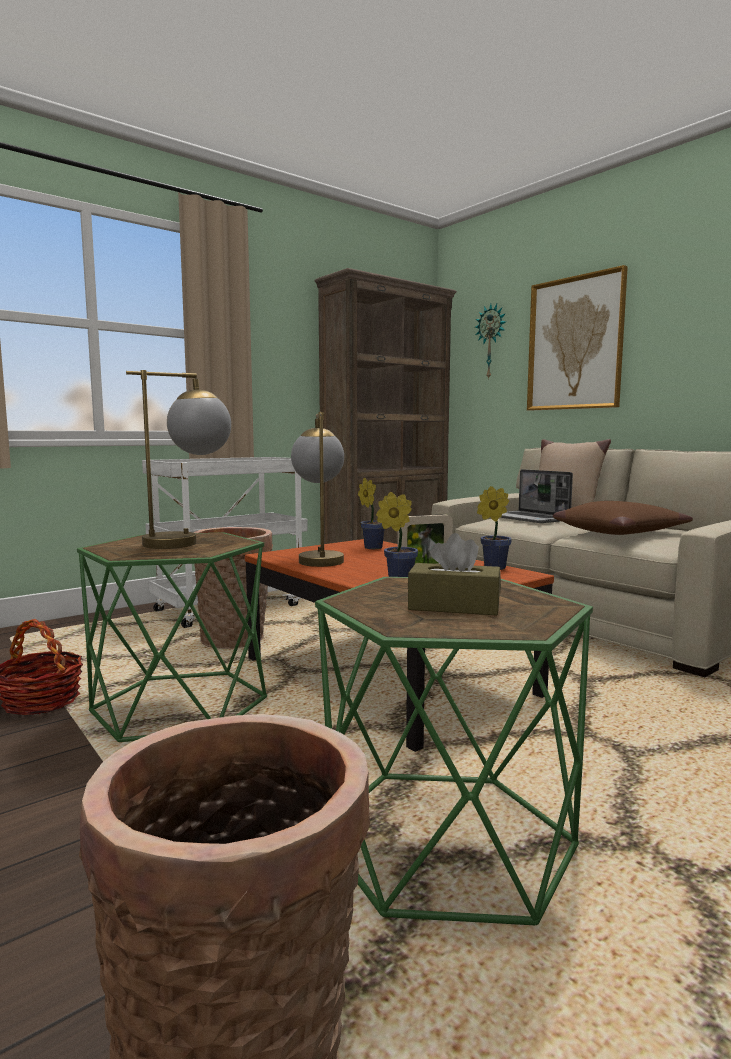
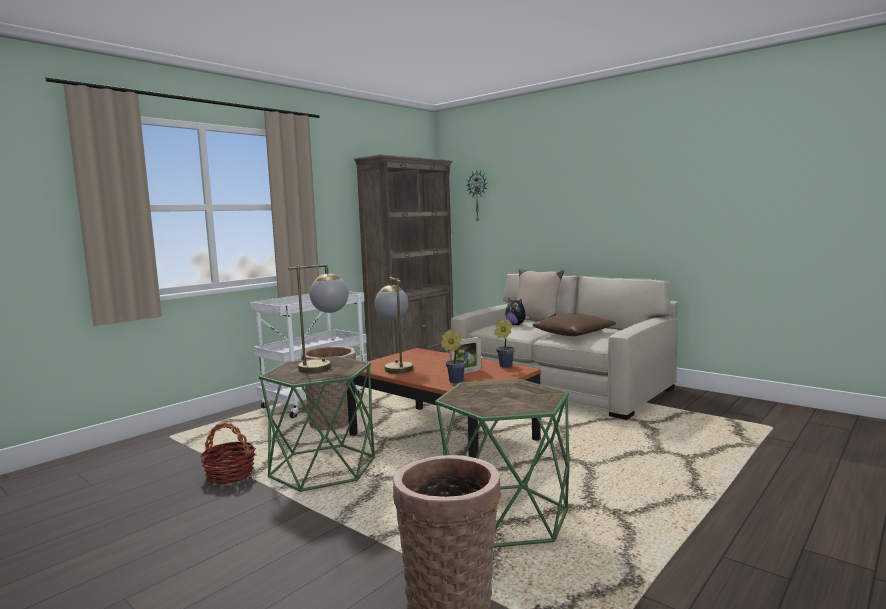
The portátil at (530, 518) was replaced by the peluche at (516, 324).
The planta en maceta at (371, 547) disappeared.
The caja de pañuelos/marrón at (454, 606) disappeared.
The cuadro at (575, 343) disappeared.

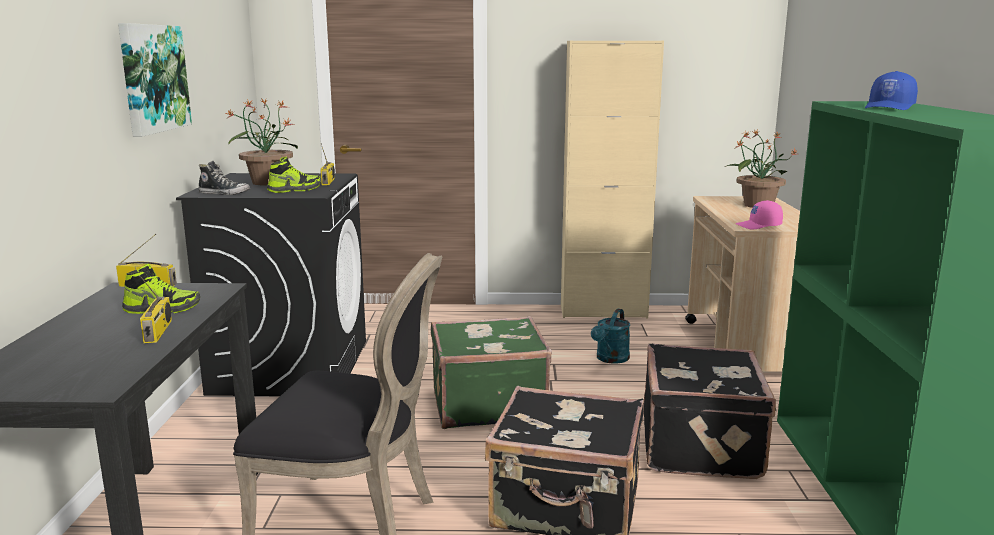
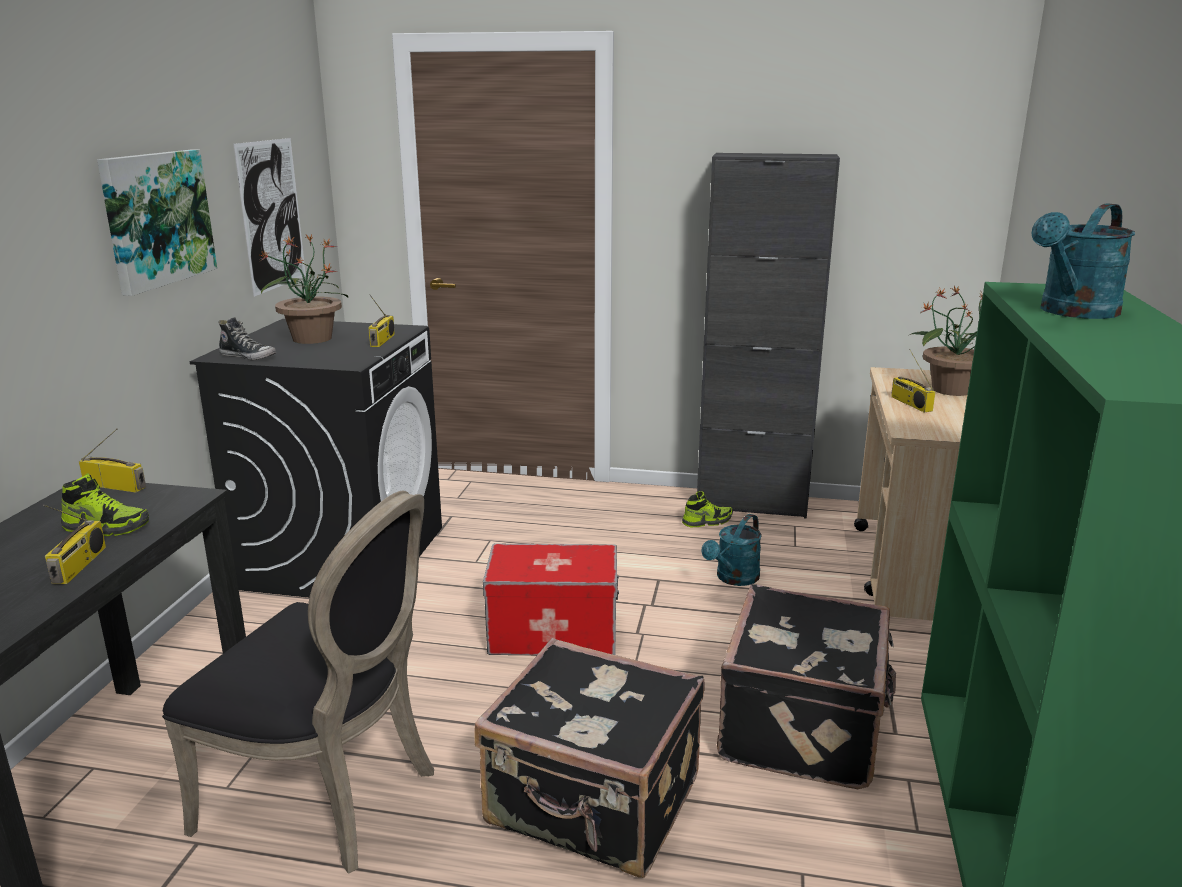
The cuadro at (272, 215) appeared.
The maleta/verde at (487, 404) was replaced by the caja de almacenaje at (552, 634).
The zapato moved from (294, 190) to (707, 521).
The armario/beis at (603, 312) became the armario/negro at (751, 503).
The radio at (910, 403) appeared.
The gorra/azul at (890, 108) was replaced by the regadera/turquesa at (1073, 313).
The gorra/rosa at (759, 226) disappeared.

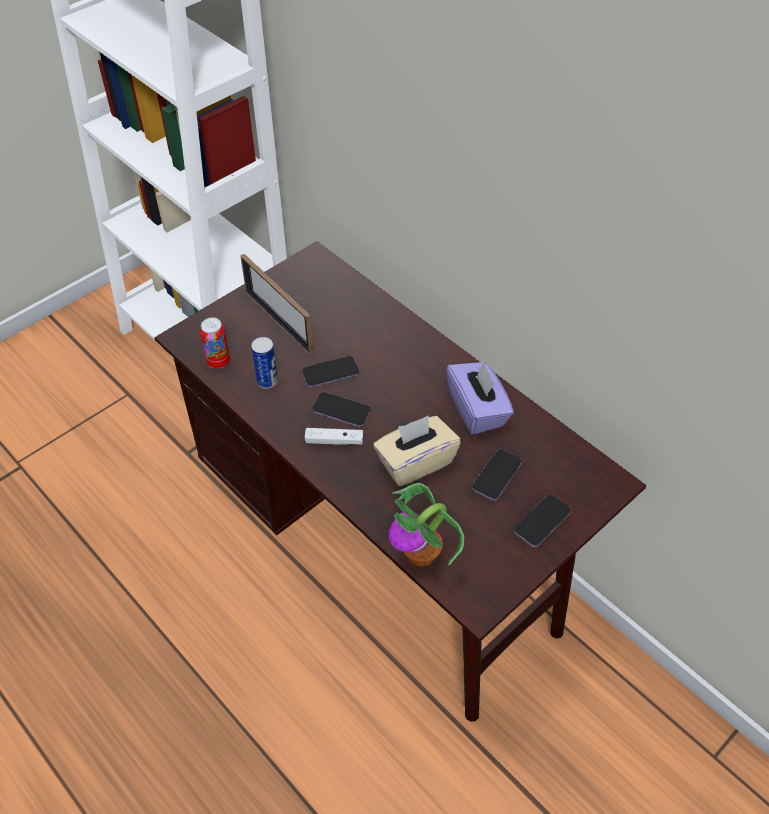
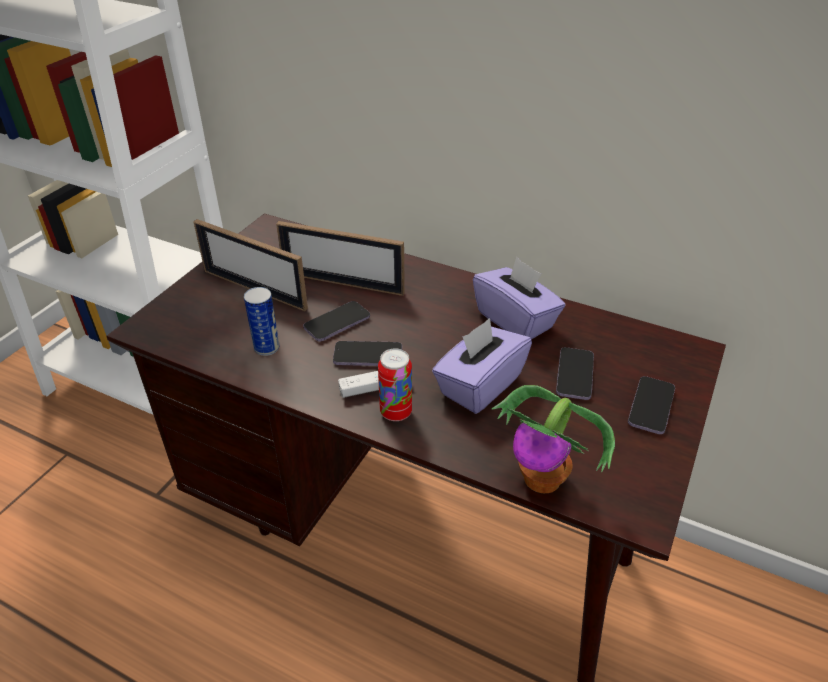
The portarretratos at (343, 283) appeared.
The lata moved from (218, 362) to (396, 412).
The caja de pañuelos/beis at (415, 462) became the caja de pañuelos/morado at (479, 385).

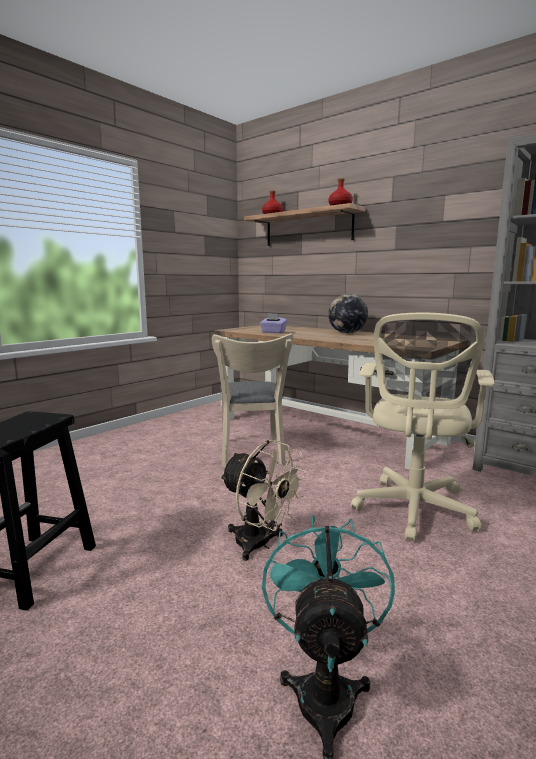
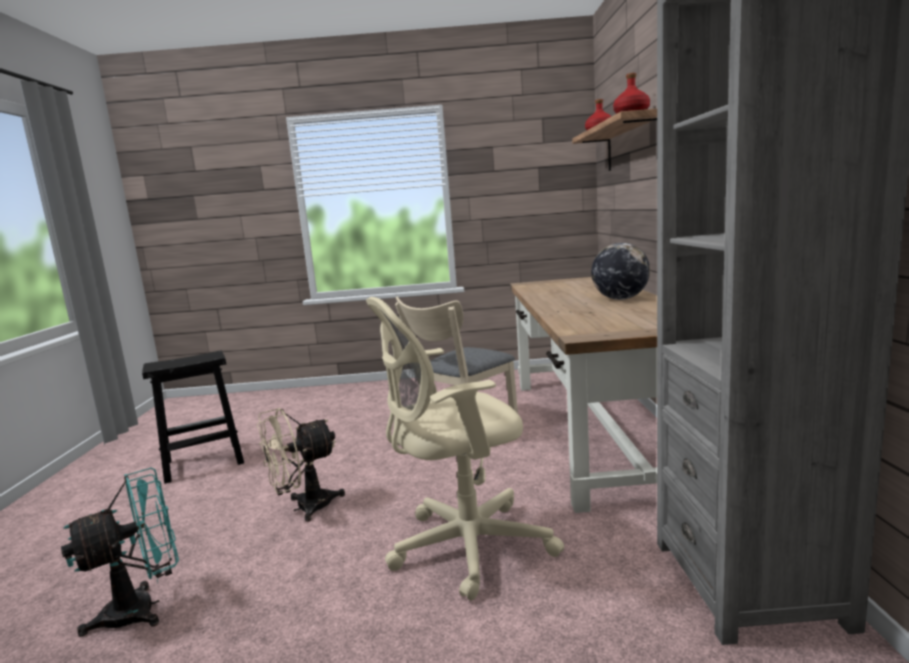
The ventilador/beis at (260, 545) turned 60 degrees clockwise.
The caja de pañuelos/morado at (273, 332) disappeared.

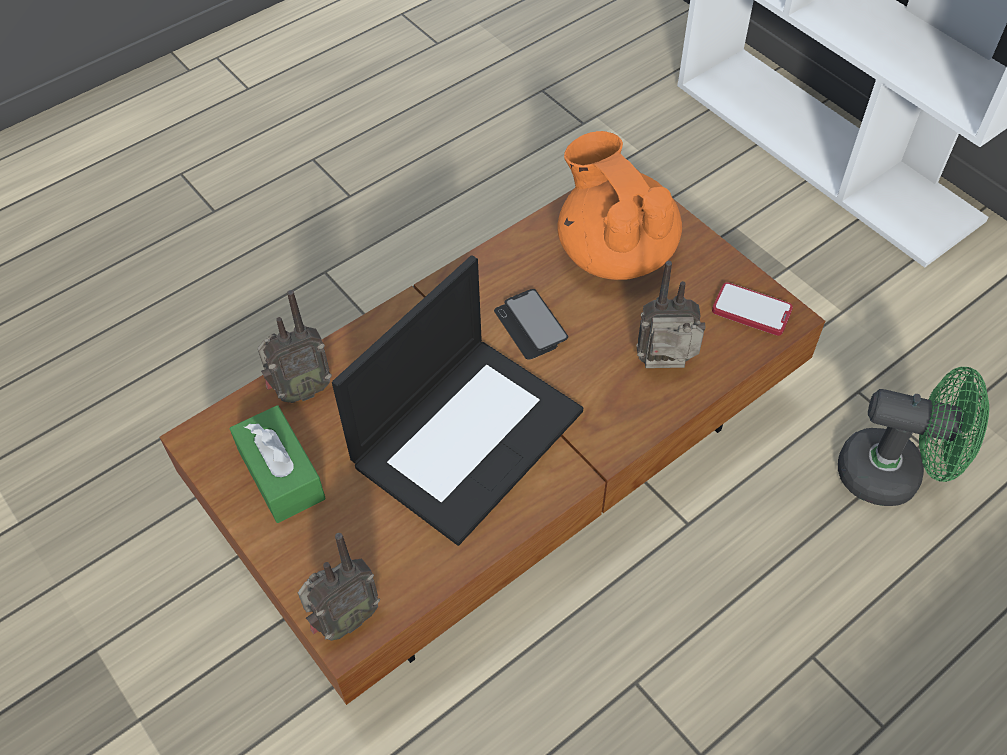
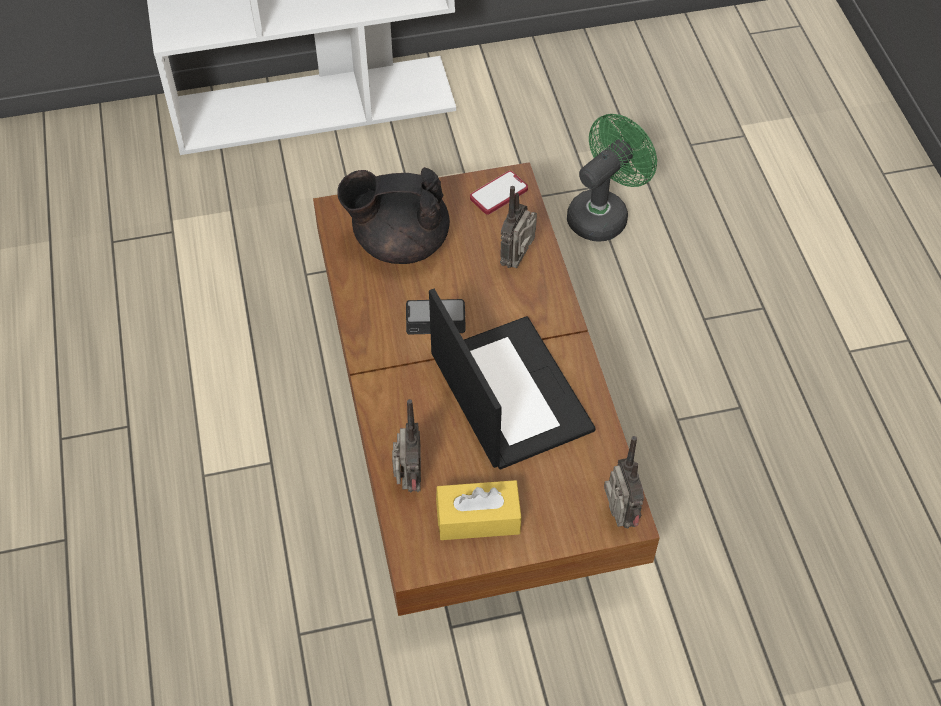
The tetera/naranja at (615, 251) became the tetera/negro at (399, 242).
The caja de pañuelos/verde at (281, 474) became the caja de pañuelos/amarillo at (478, 518).

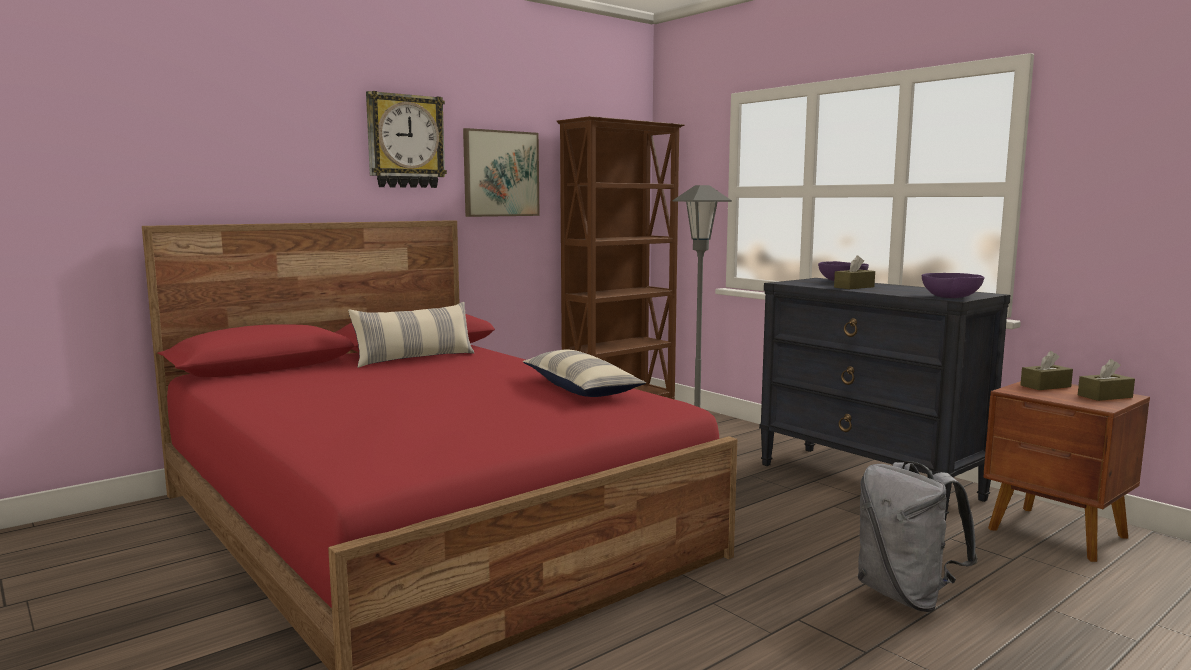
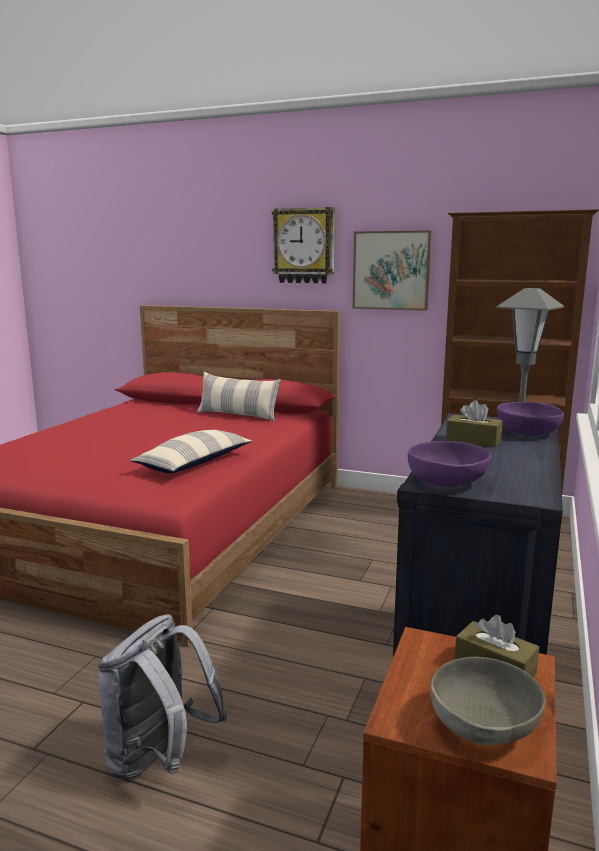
The caja de pañuelos/marrón at (1105, 396) was replaced by the cuenco/gris at (484, 726).

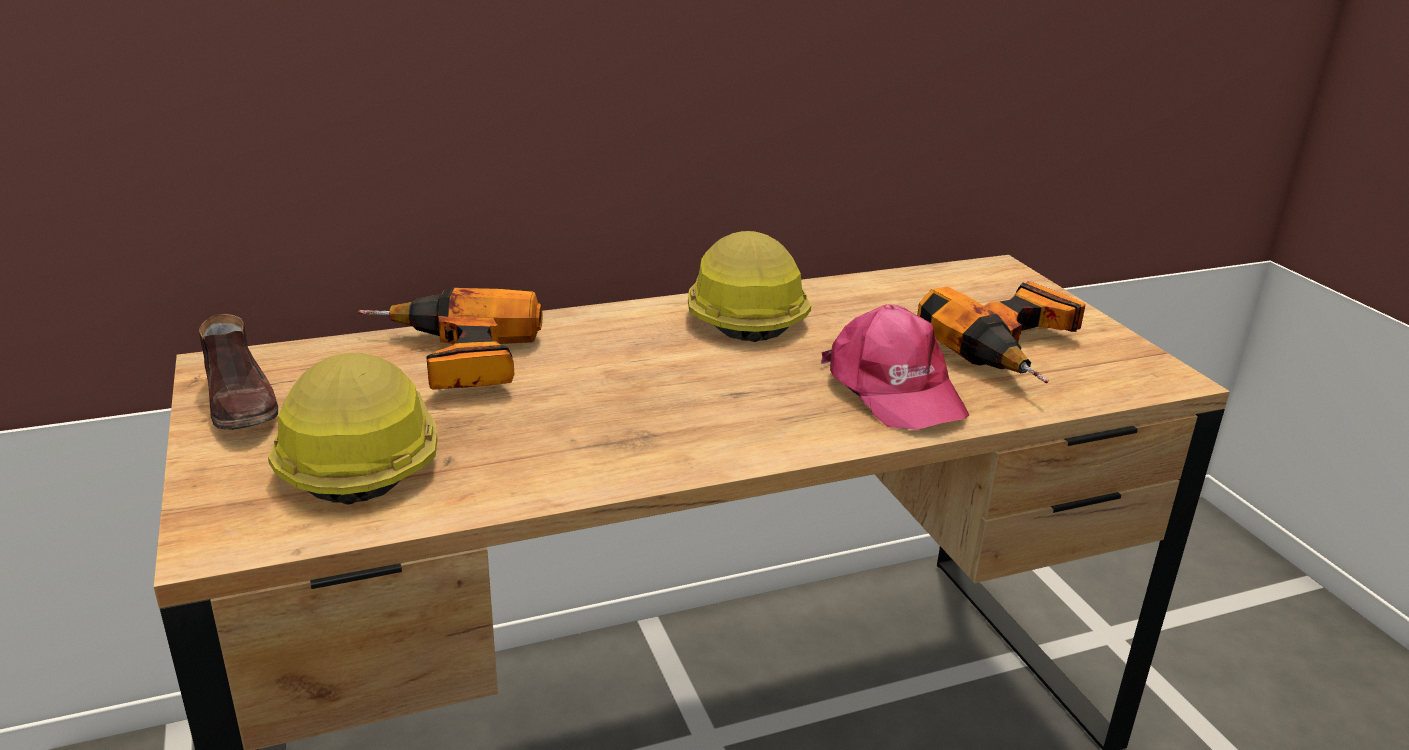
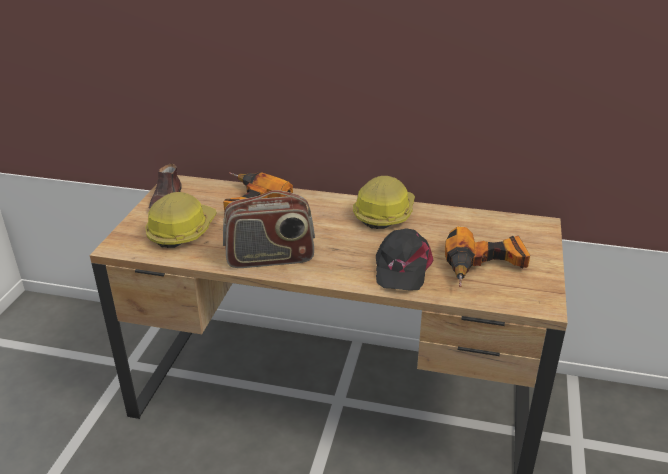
The radio at (270, 258) appeared.
The gorra/rosa at (893, 389) became the gorra/negro at (402, 268).

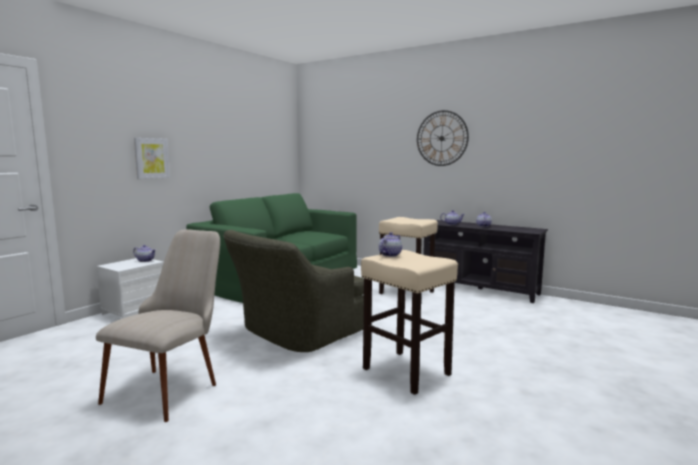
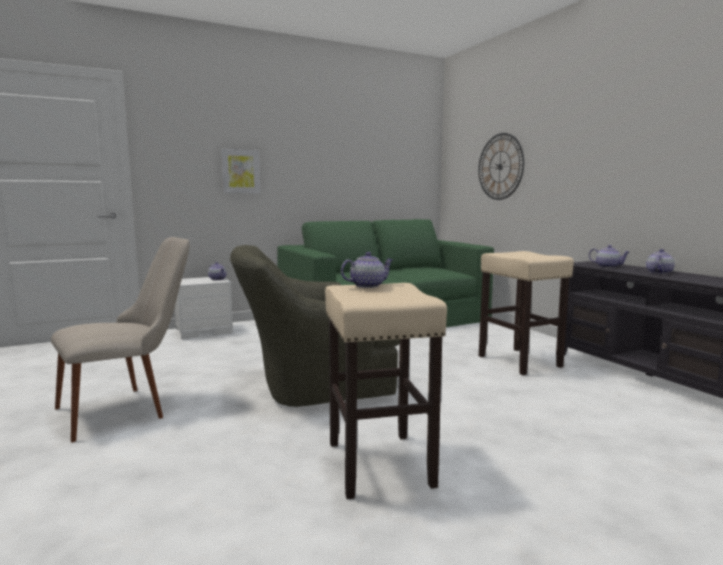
The reloj de pared moved from (441, 138) to (500, 166).

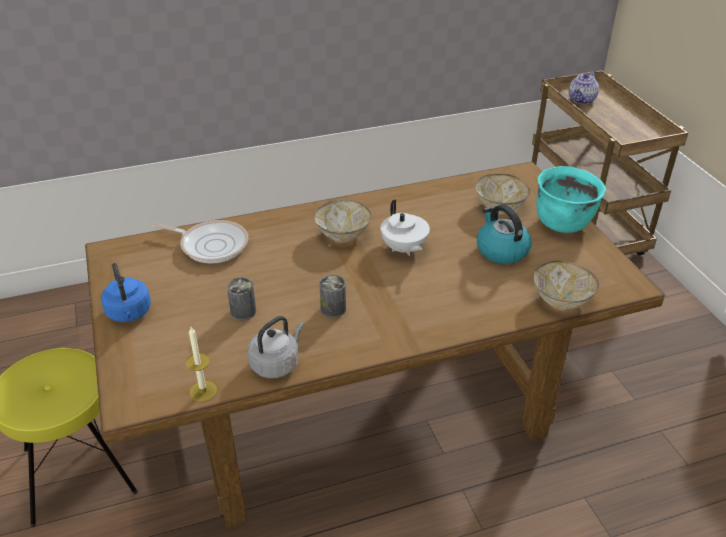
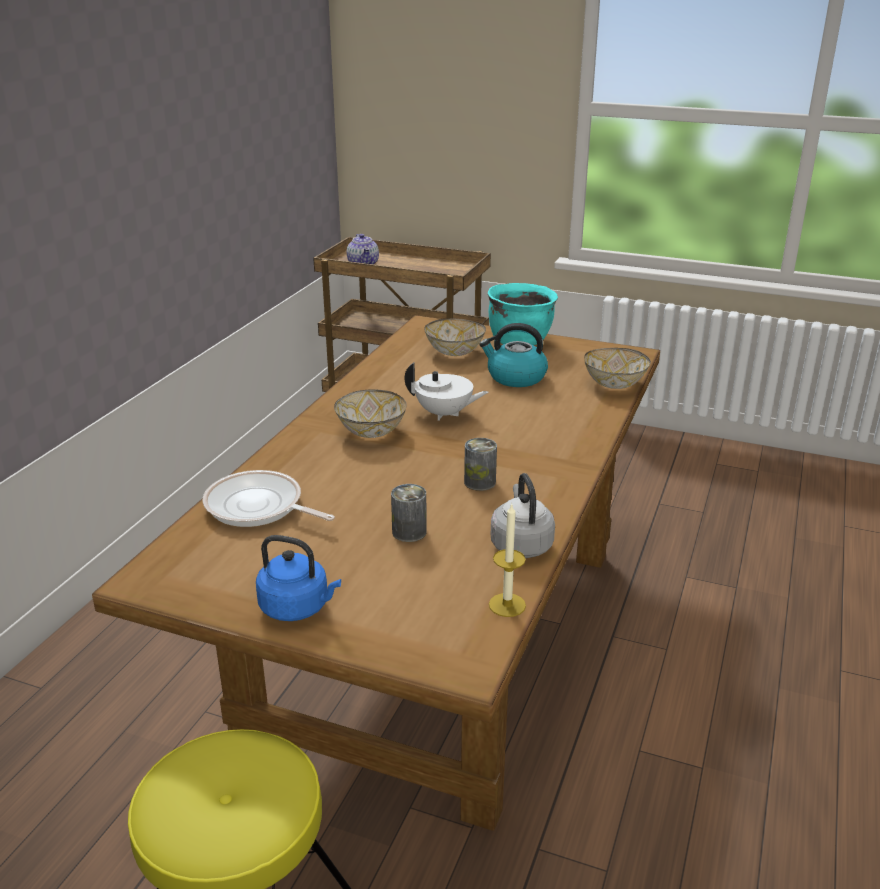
The sartén at (211, 245) turned 120 degrees counterclockwise.

